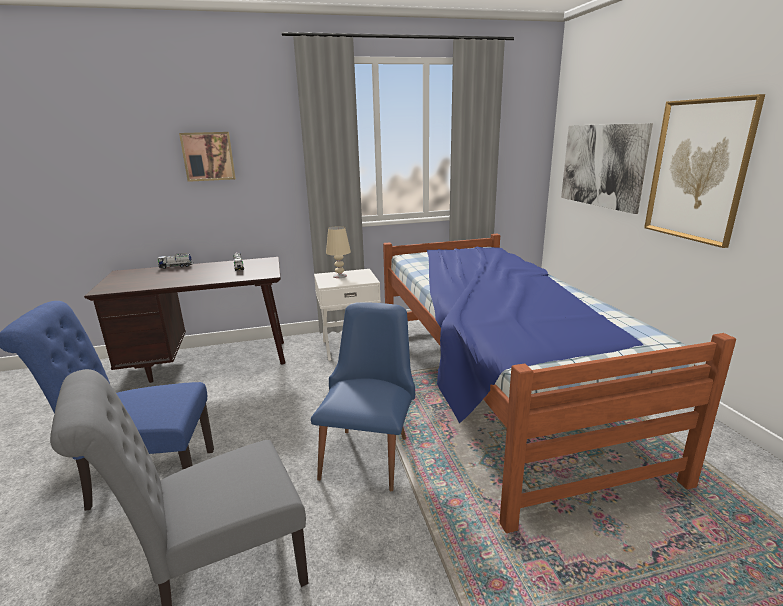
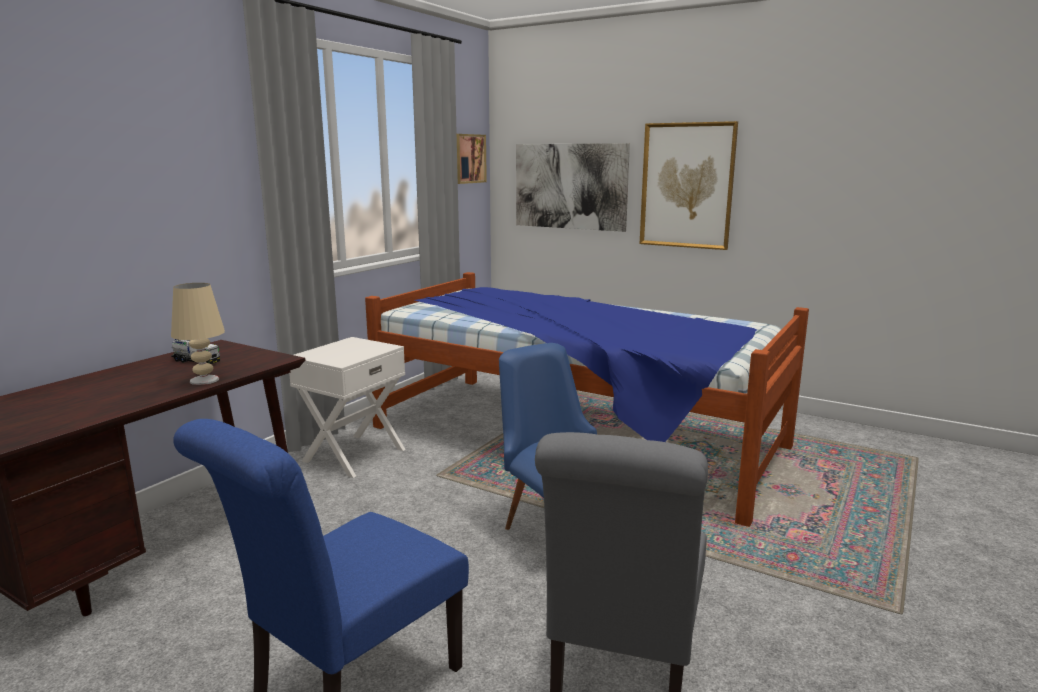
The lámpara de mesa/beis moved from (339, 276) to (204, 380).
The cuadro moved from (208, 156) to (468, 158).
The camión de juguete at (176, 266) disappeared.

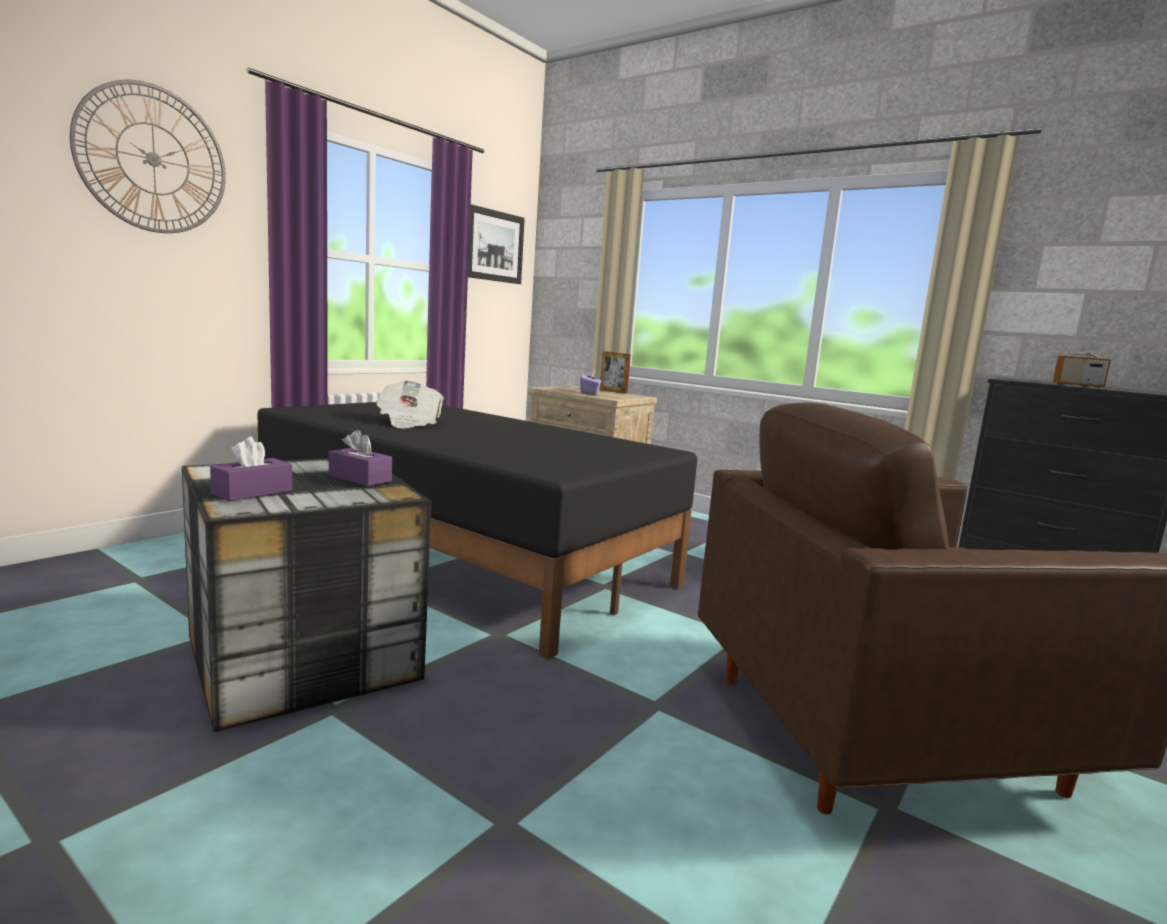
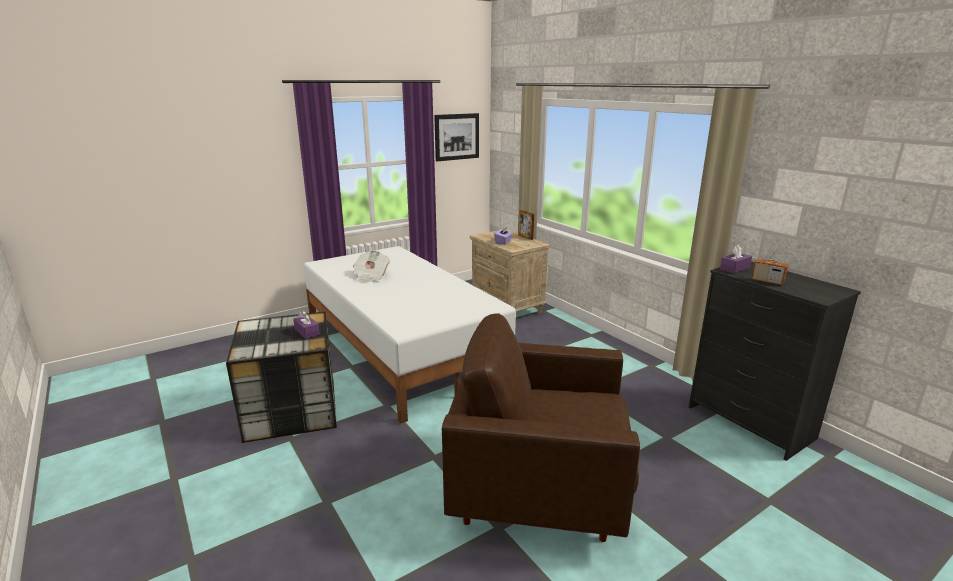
The cama/negro at (460, 555) became the cama/blanco at (402, 349).
The caja de pañuelos/morado moved from (252, 492) to (734, 268).
The reloj de pared at (153, 159) disappeared.

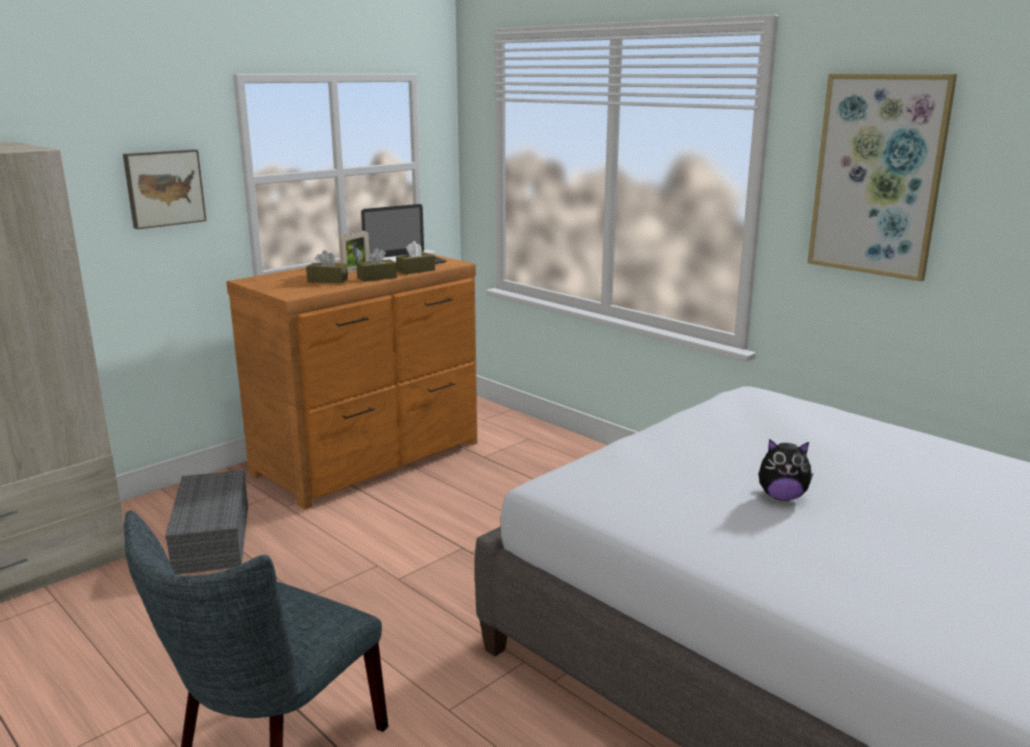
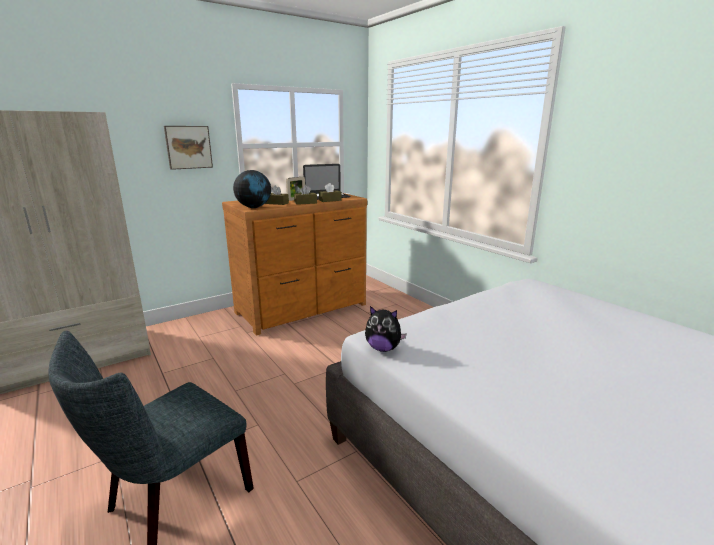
The globo terráqueo at (254, 207) appeared.
The peluche moved from (782, 497) to (383, 348).
The caja de almacenaje/gris at (211, 537) disappeared.
The cuadro at (878, 176) disappeared.

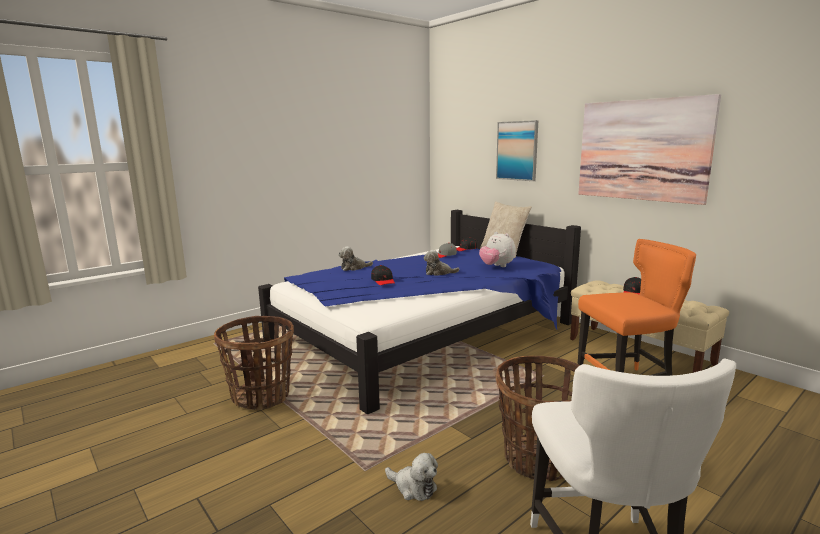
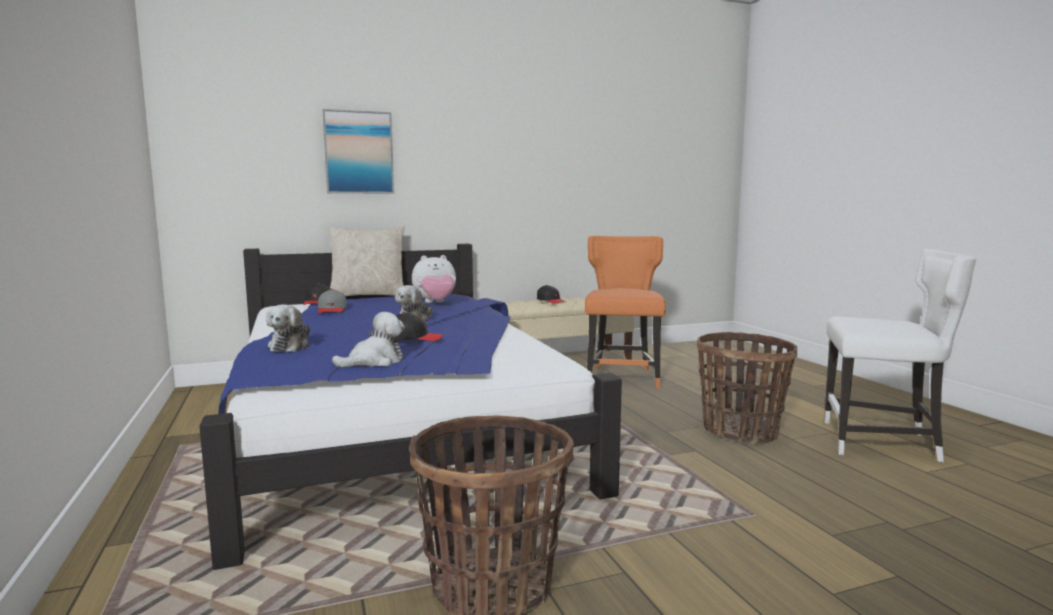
The peluche moved from (413, 487) to (374, 362).
The cuadro at (642, 150) disappeared.

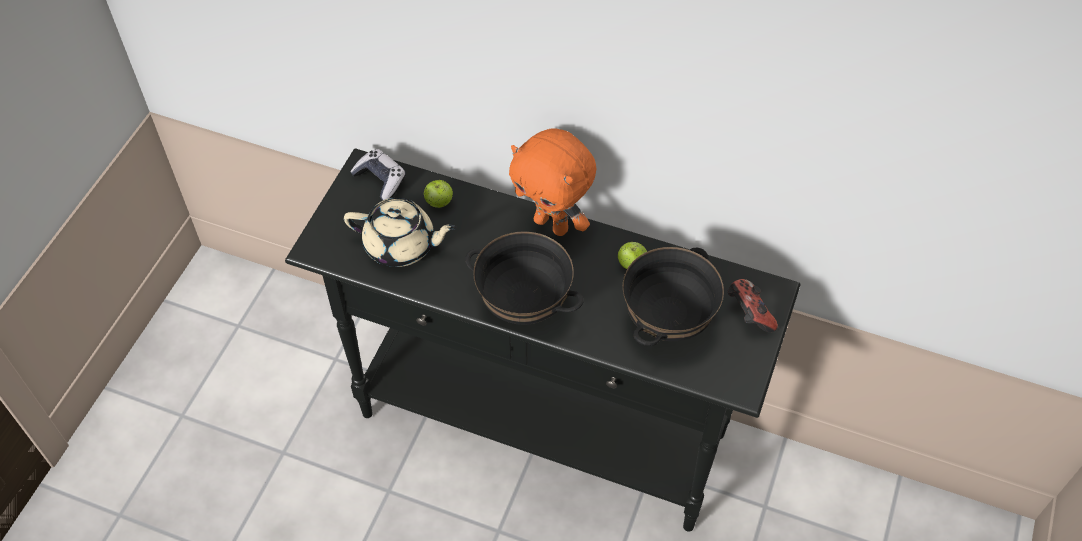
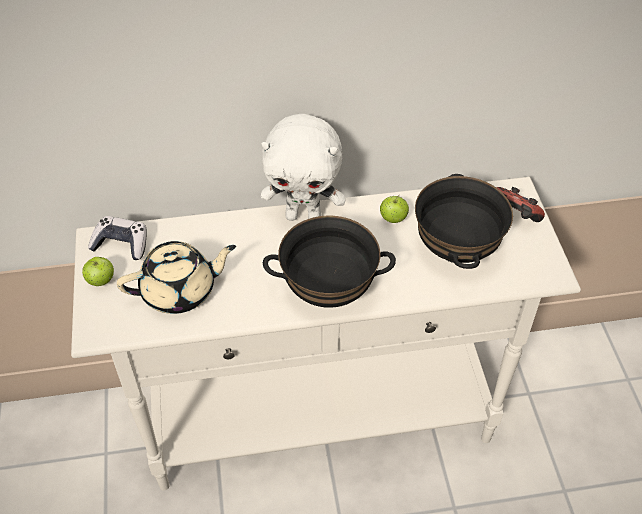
The mesa consola/negro at (543, 426) became the mesa consola/blanco at (322, 419).
The manzana moved from (439, 202) to (101, 281).
The peluche/naranja at (552, 224) became the peluche/blanco at (304, 216).

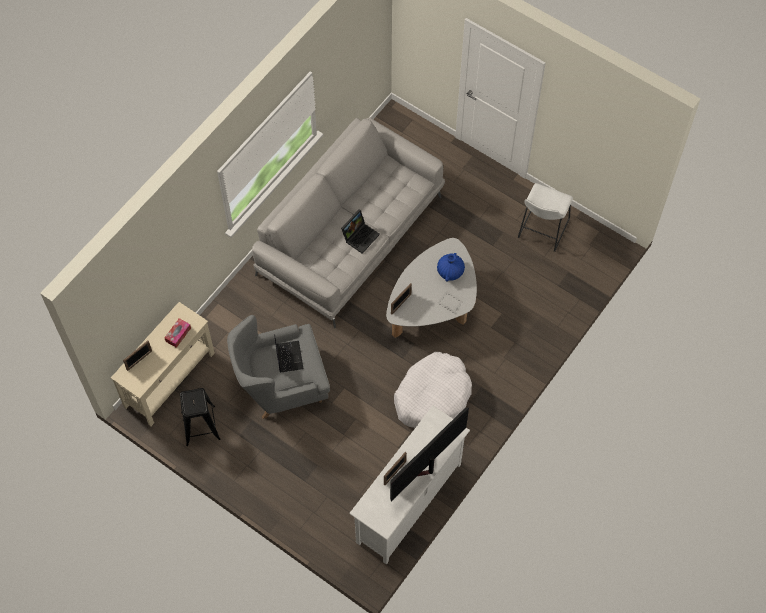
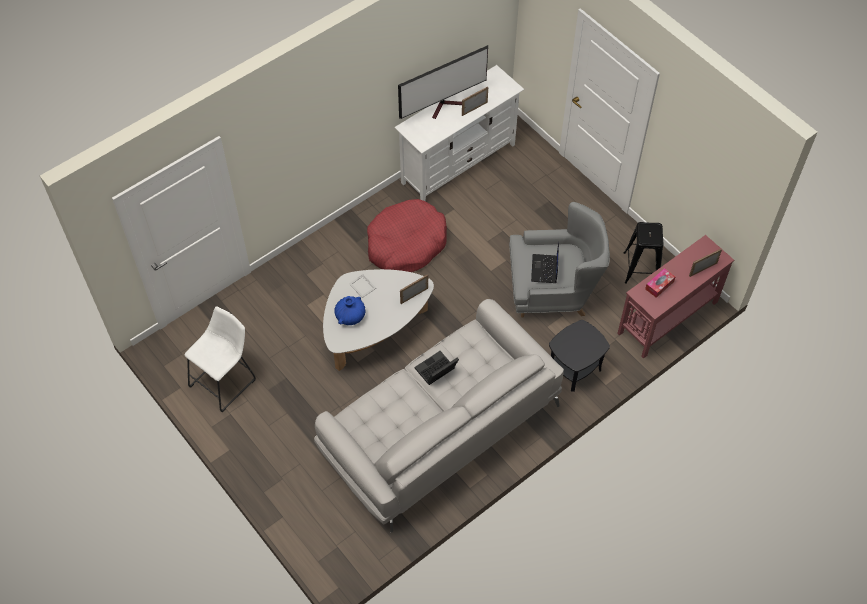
The cama para perro/blanco at (432, 396) became the cama para perro/rojo at (406, 244).
The mesa auxiliar/negro at (574, 369) appeared.
The mesa consola/beis at (170, 380) became the mesa consola/rojo at (667, 317).

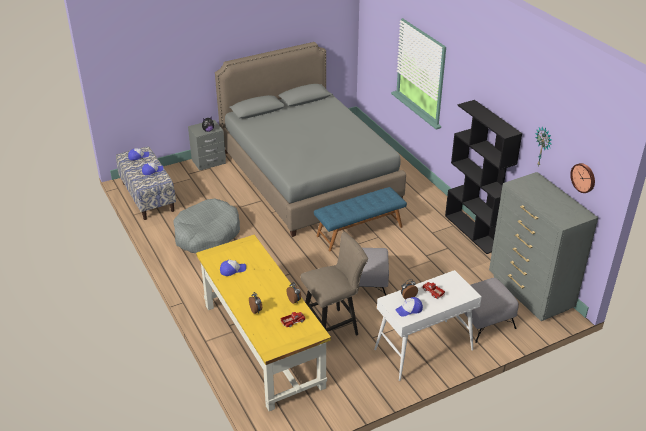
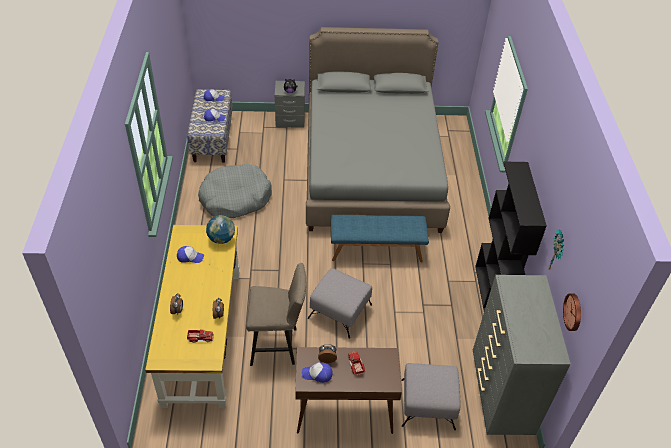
The globo terráqueo at (221, 239) appeared.
The mesa consola/blanco at (423, 350) became the mesa consola/marrón at (343, 410).

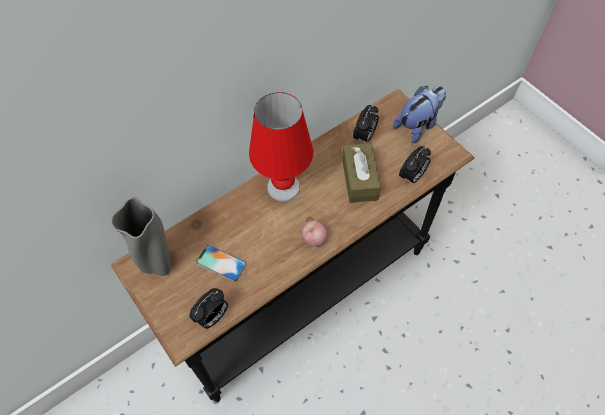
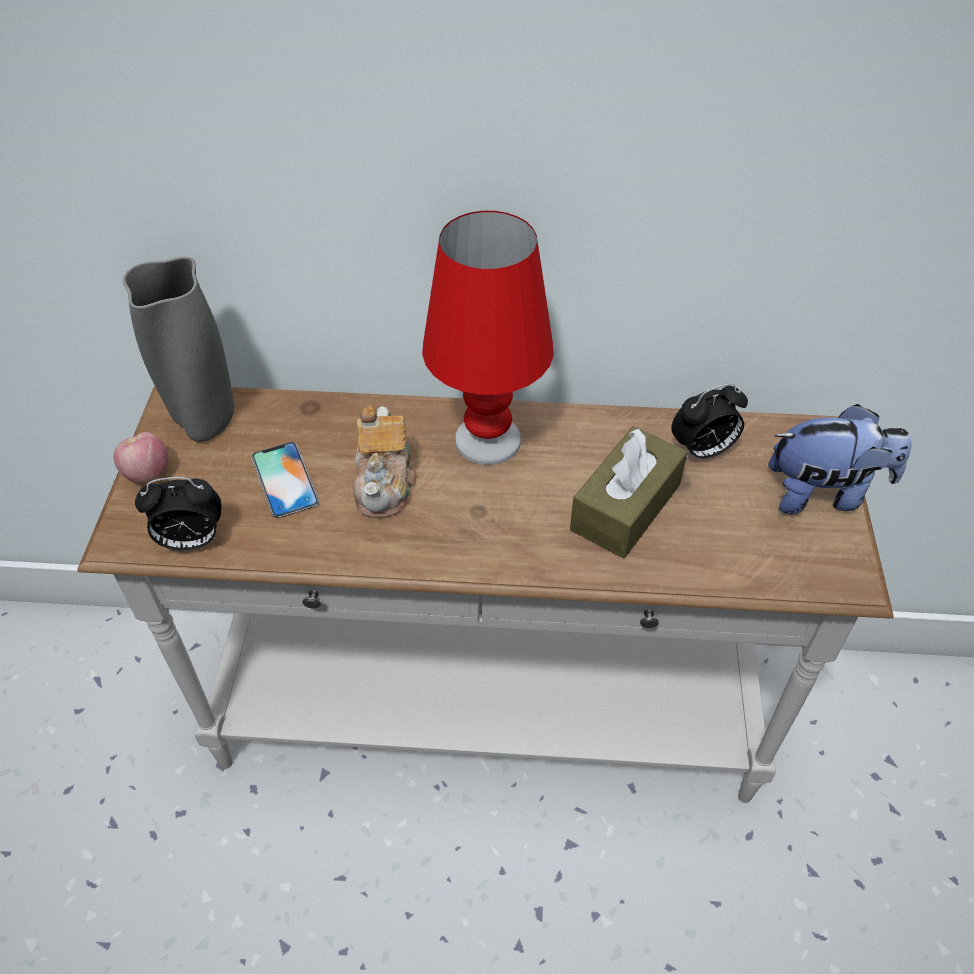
The mesa consola/negro at (303, 296) became the mesa consola/blanco at (487, 718).
The manzana moved from (314, 239) to (148, 474).
The tetera at (385, 483) appeared.
The despertador at (412, 176) disappeared.

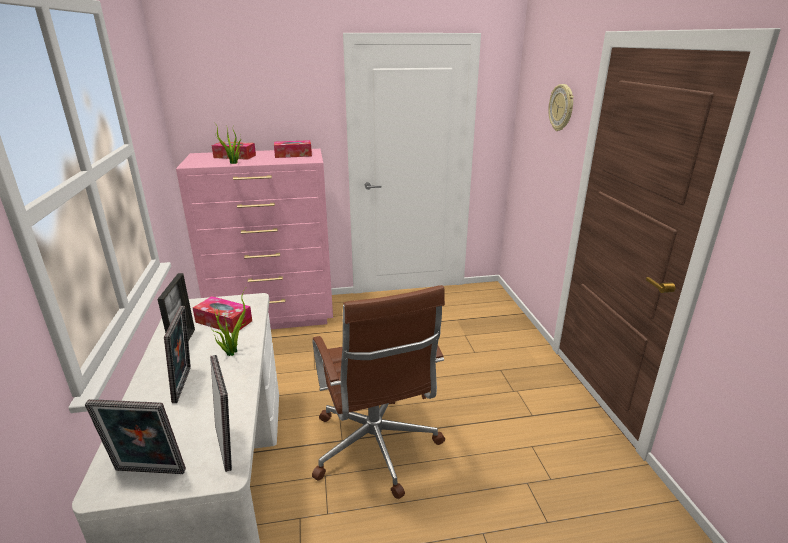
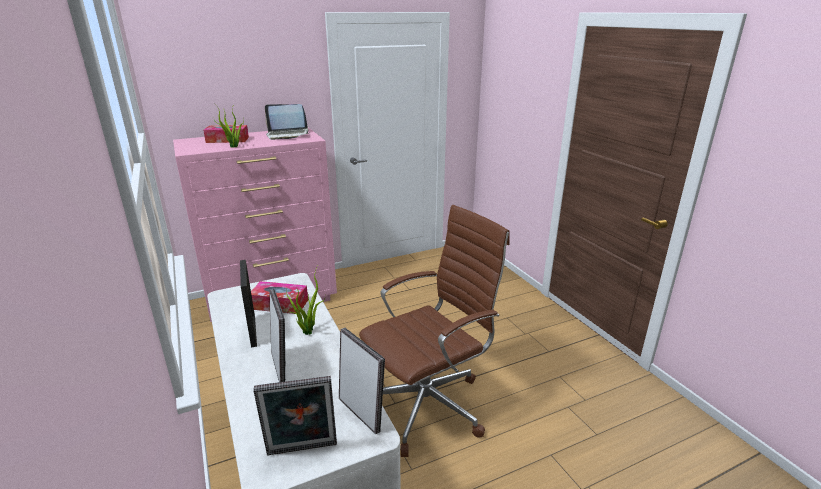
The caja de pañuelos at (293, 155) was replaced by the portátil at (288, 135).
The silla de oficina/marrón at (375, 449) turned 90 degrees counterclockwise.
The reloj de pared at (561, 108) disappeared.

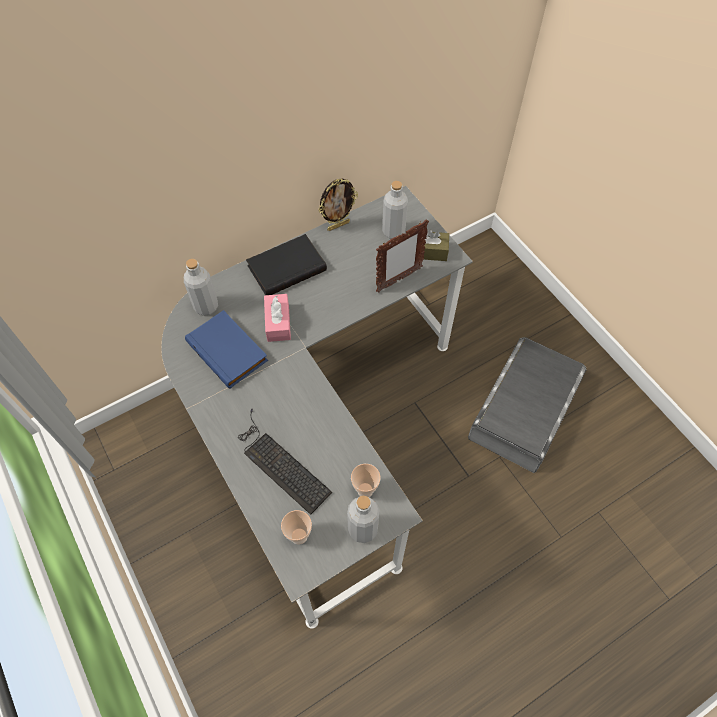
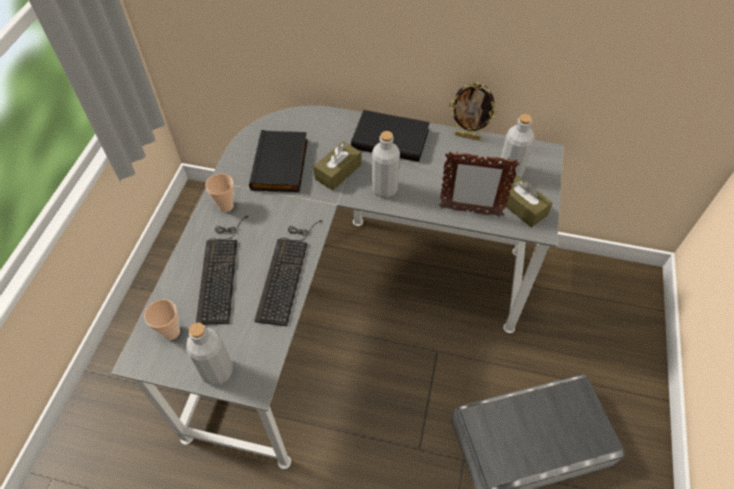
The taza moved from (365, 490) to (226, 206).
The libro/azul at (229, 350) became the libro/negro at (281, 165).
The teclado at (287, 271) appeared.
The caja de pañuelos/rosa at (278, 322) became the caja de pañuelos/marrón at (338, 172).
The botella/gris moved from (206, 306) to (384, 189).

